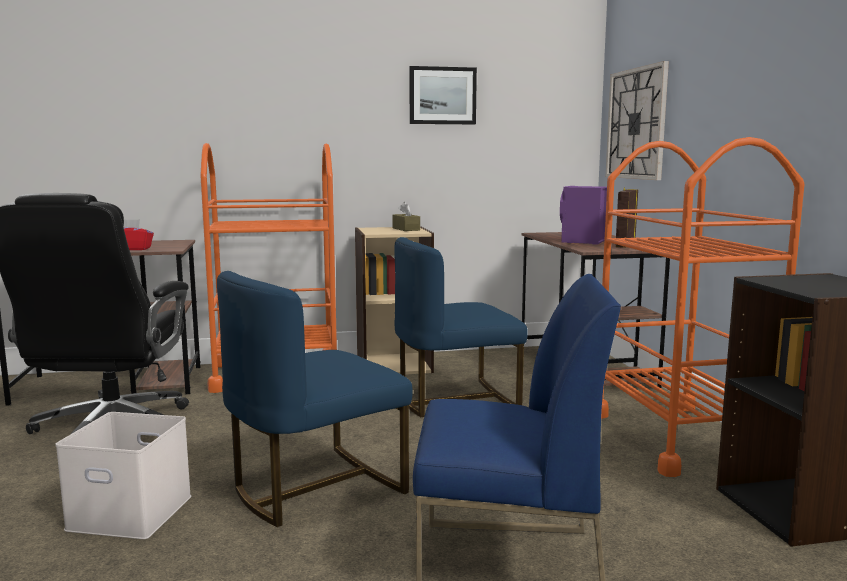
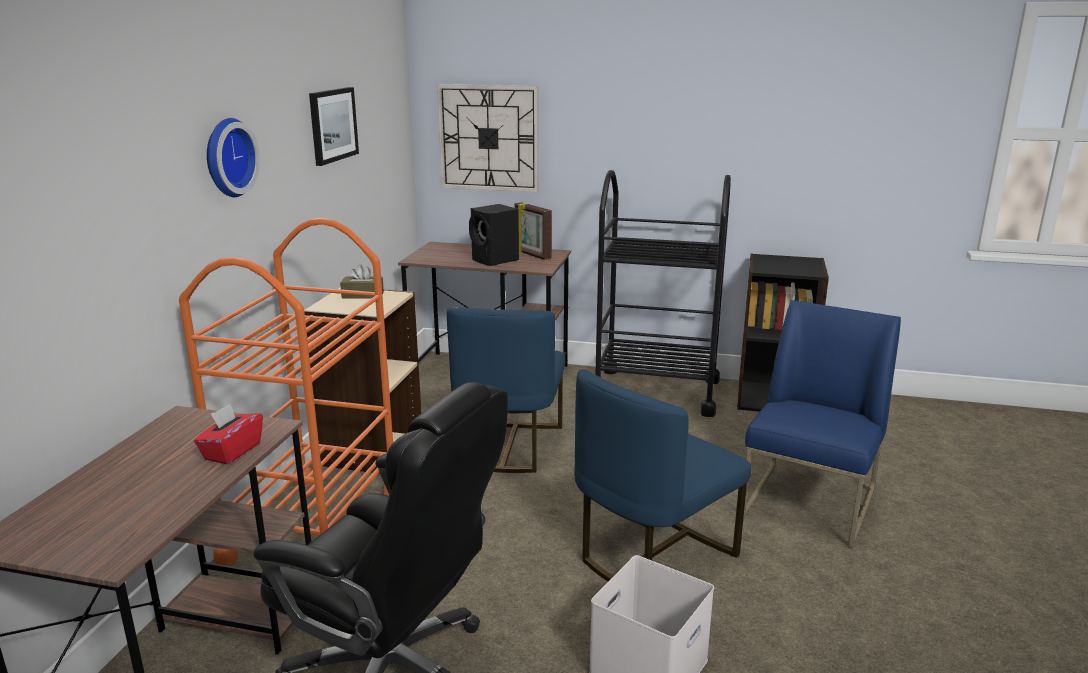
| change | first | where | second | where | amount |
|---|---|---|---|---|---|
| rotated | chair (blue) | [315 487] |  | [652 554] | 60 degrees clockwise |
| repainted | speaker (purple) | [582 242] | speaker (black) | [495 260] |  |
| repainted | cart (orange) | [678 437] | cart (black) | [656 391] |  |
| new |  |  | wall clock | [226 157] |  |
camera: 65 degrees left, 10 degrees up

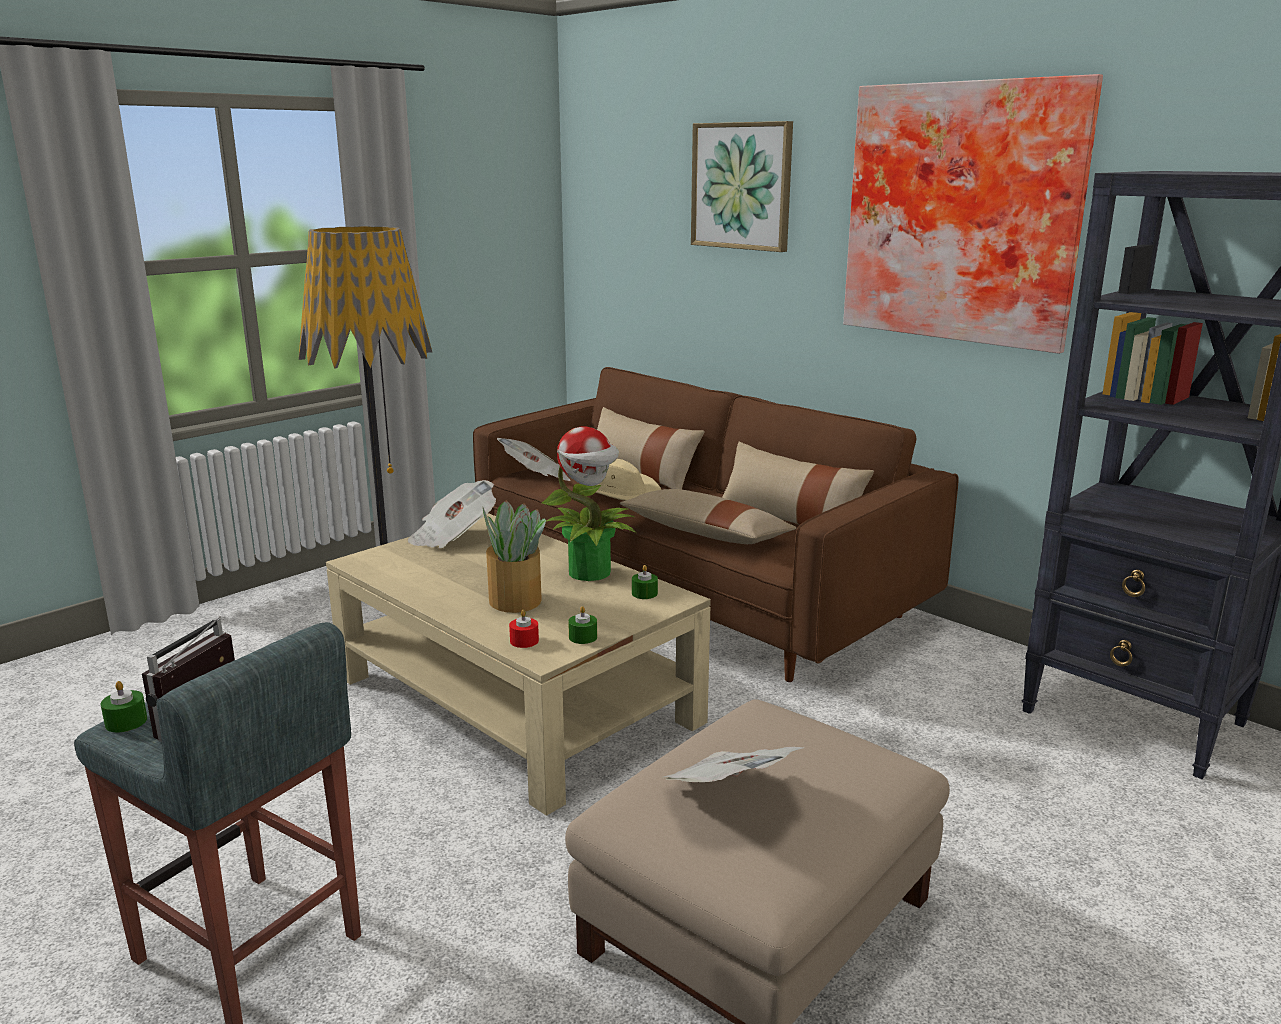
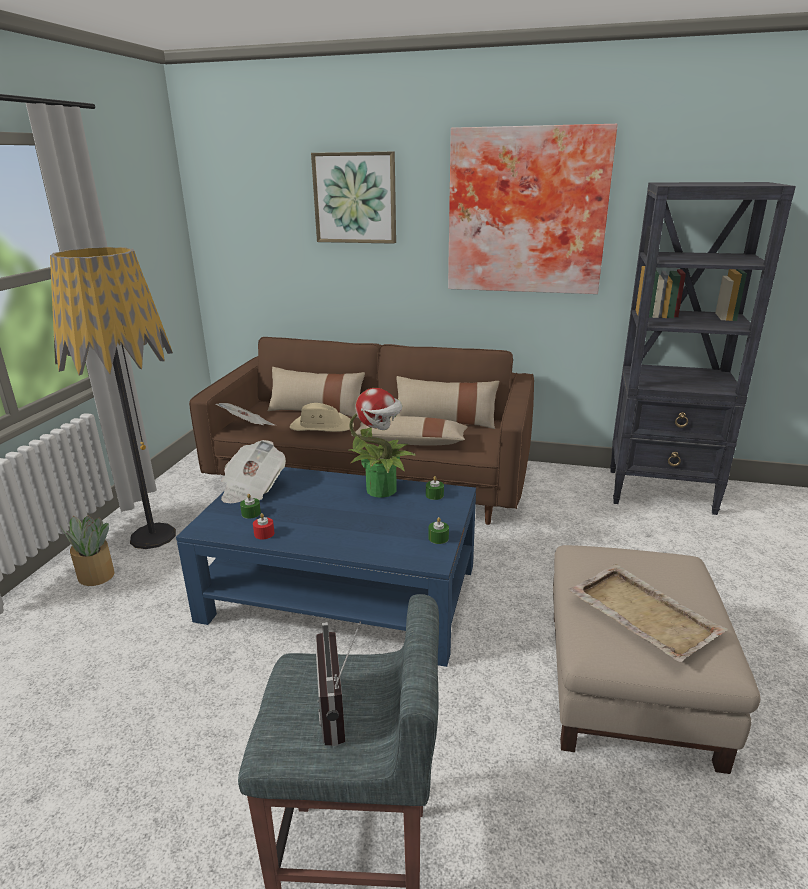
| change | first | where | second | where | amount |
|---|---|---|---|---|---|
| shifted | candle (green) | [126 722] |  | [251 513] |  |
| repainted | coffee table (beige) | [516 699] | coffee table (blue) | [342 592] |  |
| shifted | potted plant | [515 599] |  | [96 574] |  |
| shifted | candle (red) | [524 641] |  | [264 533] |  |
| swapped | newspaper | [730 795] | tray (beige) | [642 613] |  |
camera: 30 degrees left, 5 degrees up

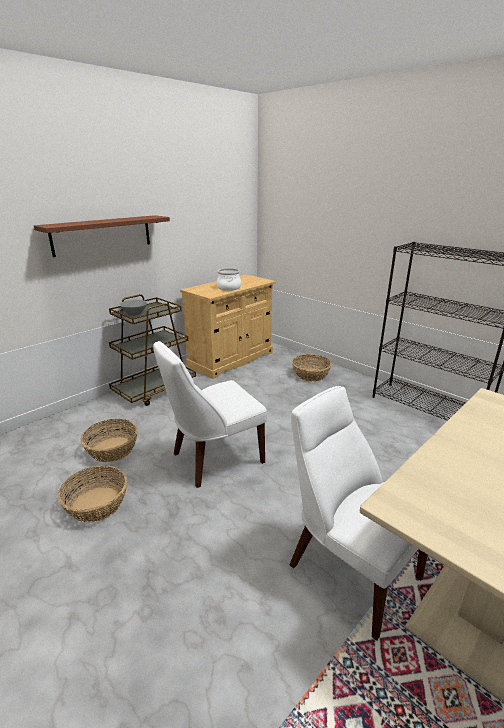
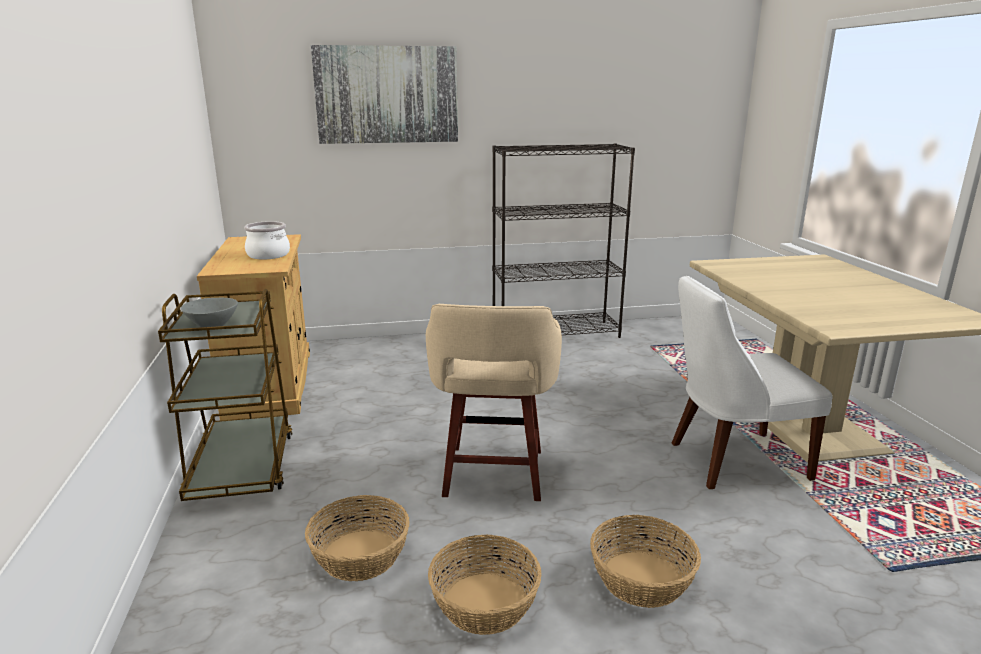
| change | first | where | second | where | amount |
|---|---|---|---|---|---|
| gone | shelf (brown) | [102 235] |  |  |  |
| swapped | chair (white) | [213 459] | stool (beige) | [493 475] |  |
| shifted | basket | [311 374] |  | [641 578] |  |
| new |  |  | picture | [387 95] |  |
camera: 55 degrees left, 5 degrees down

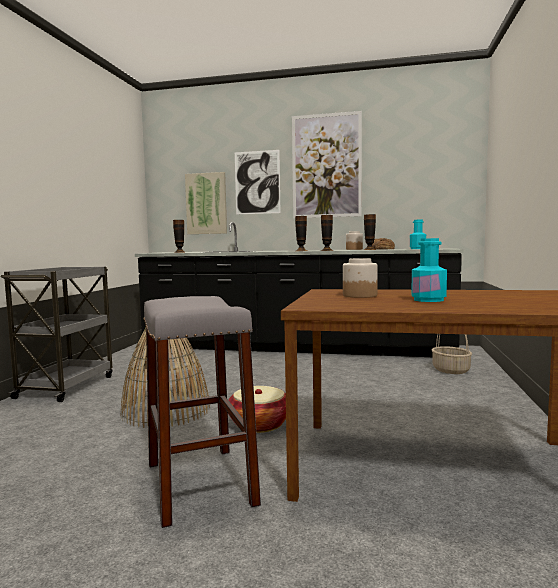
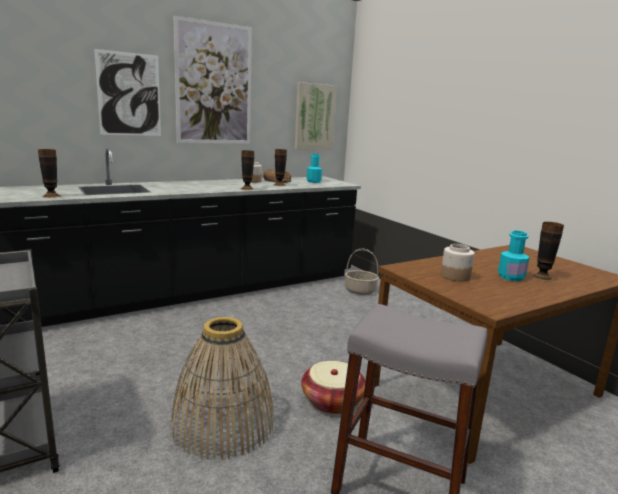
| change | first | where | second | where | amount |
|---|---|---|---|---|---|
| shifted | picture | [206 203] |  | [314 117] |  |
| shifted | vase | [301 251] |  | [542 277] |  |
camera: 45 degrees left, 10 degrees up

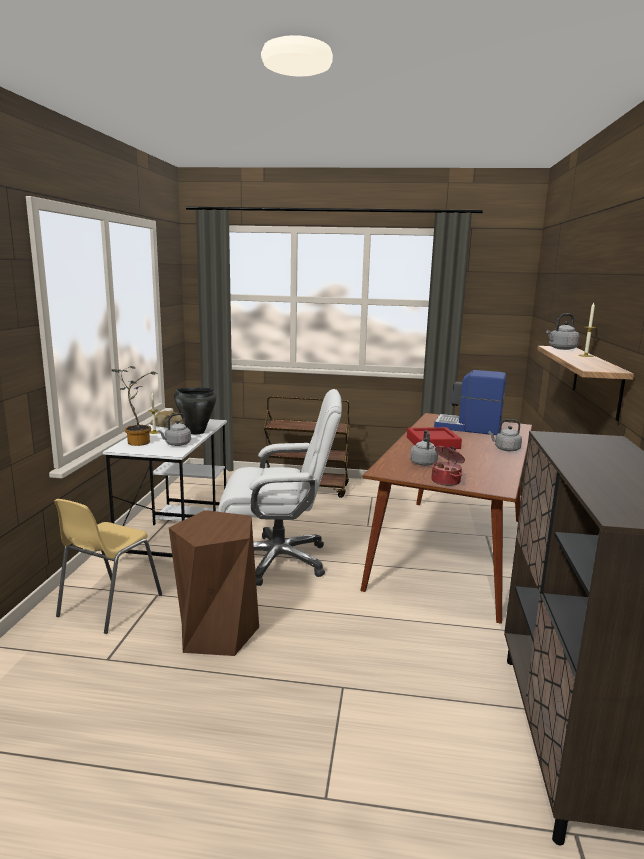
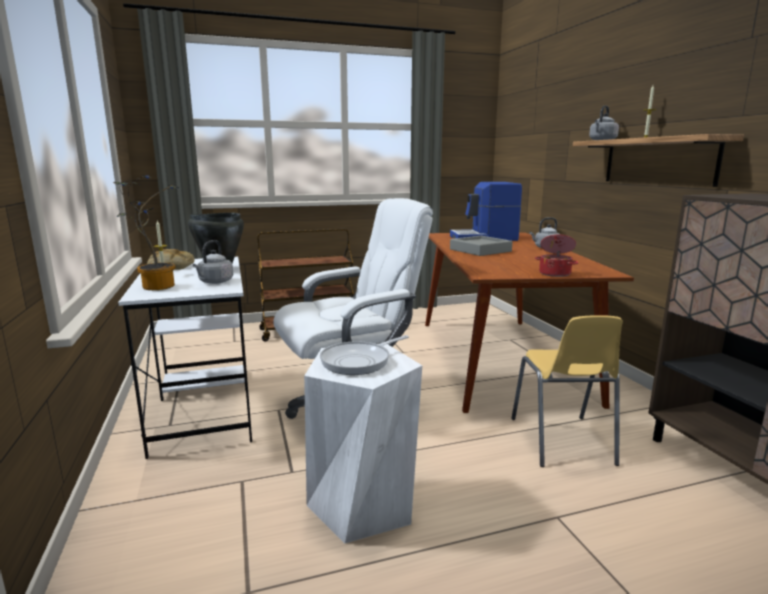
| change | first | where | second | where | amount |
|---|---|---|---|---|---|
| shifted | chair (yellow) | [108 605] |  | [561 441] |  |
| repainted | stool (brown) | [217 632] | stool (white) | [362 503] |  |
| repainted | tray (red) | [433 443] | tray (grey) | [480 250] |  |
| gone | kettle (grey) | [423 463] |  |  |  |
| new |  |  | frying pan | [359 361] |  |
camera: 25 degrees left, 0 degrees up

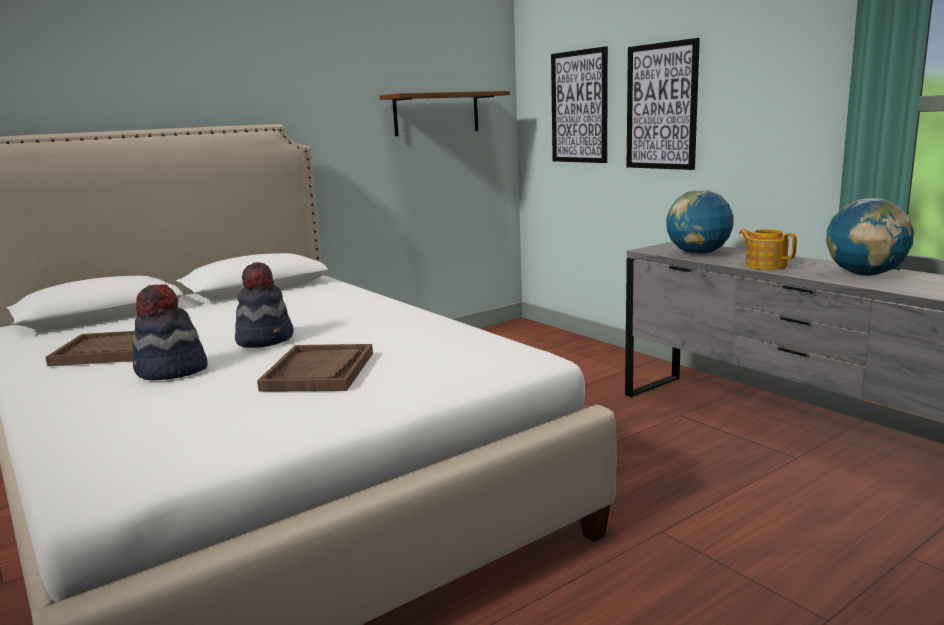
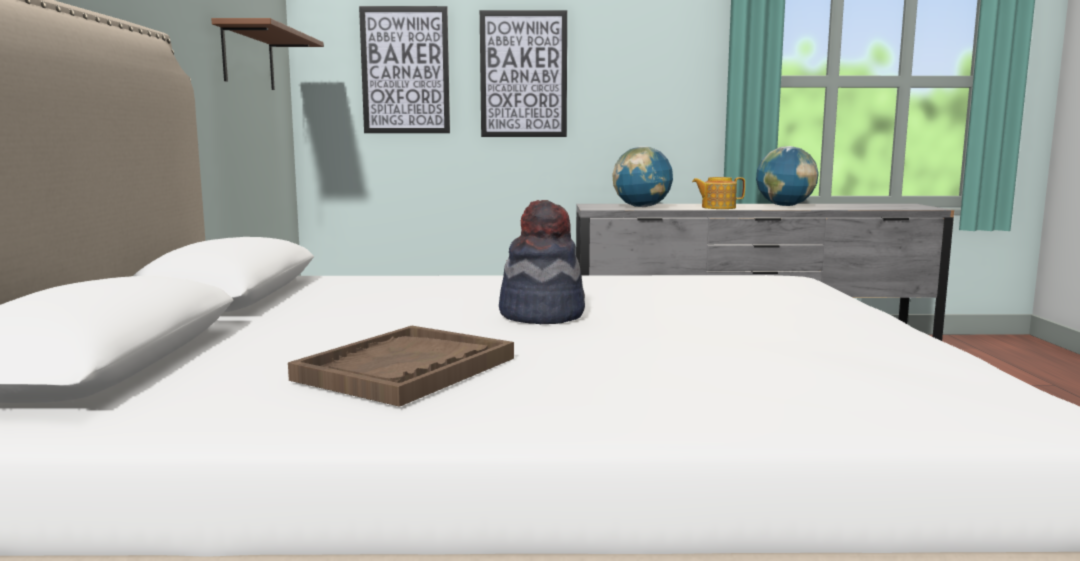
| change | first | where | second | where | amount |
|---|---|---|---|---|---|
| gone | hat | [171 371] |  |  |  |
| gone | tray (brown) | [319 371] |  |  |  |
camera: 55 degrees left, 5 degrees down

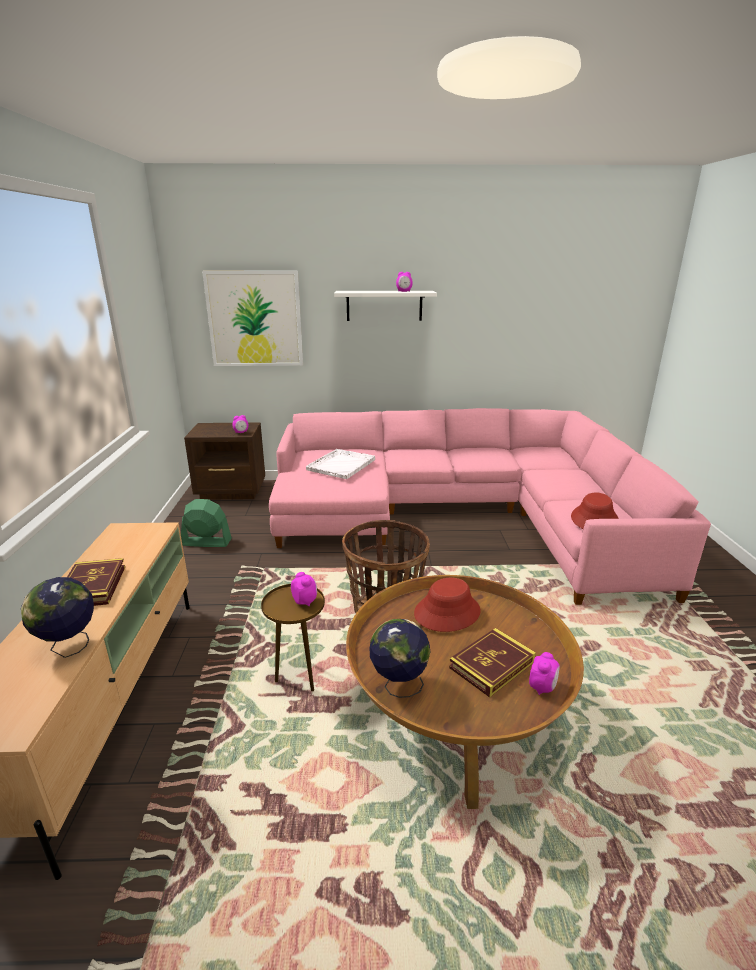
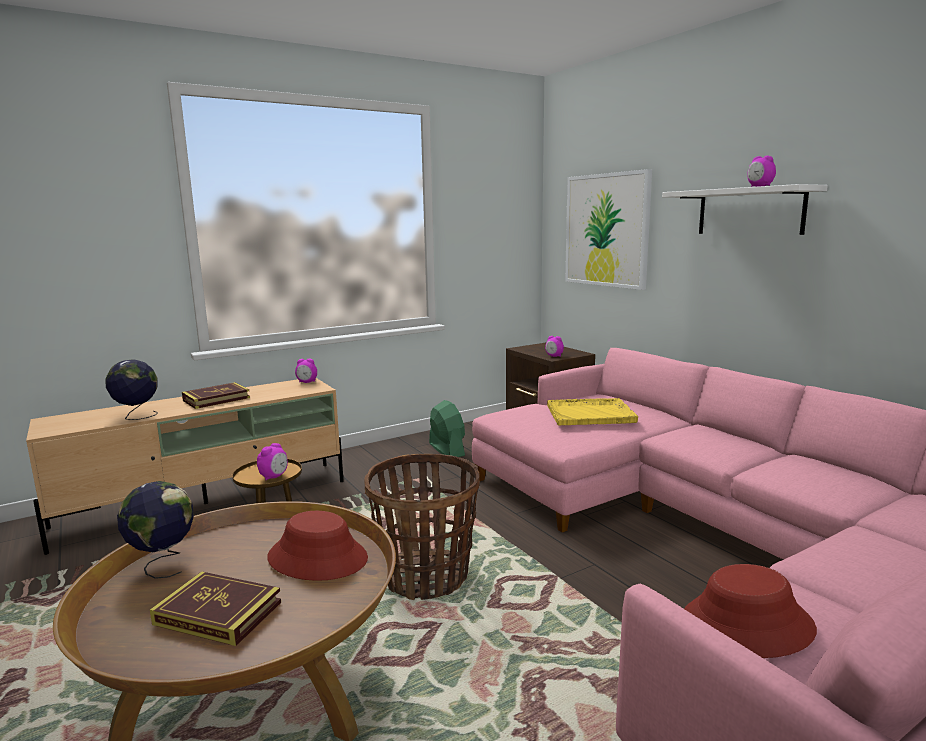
| change | first | where | second | where | amount |
|---|---|---|---|---|---|
| repainted | tray (white) | [342 465] | tray (yellow) | [591 414] |  |
| shifted | alarm clock | [542 687] |  | [307 382] |  |
camera: 60 degrees right, 10 degrees down

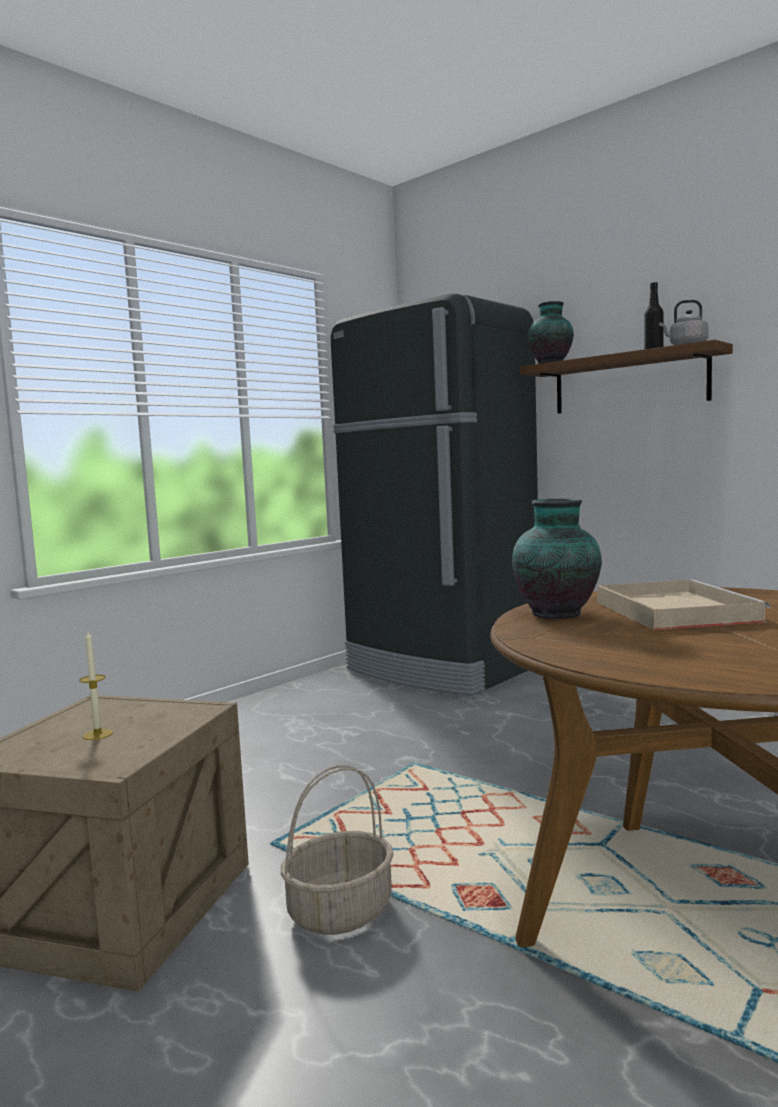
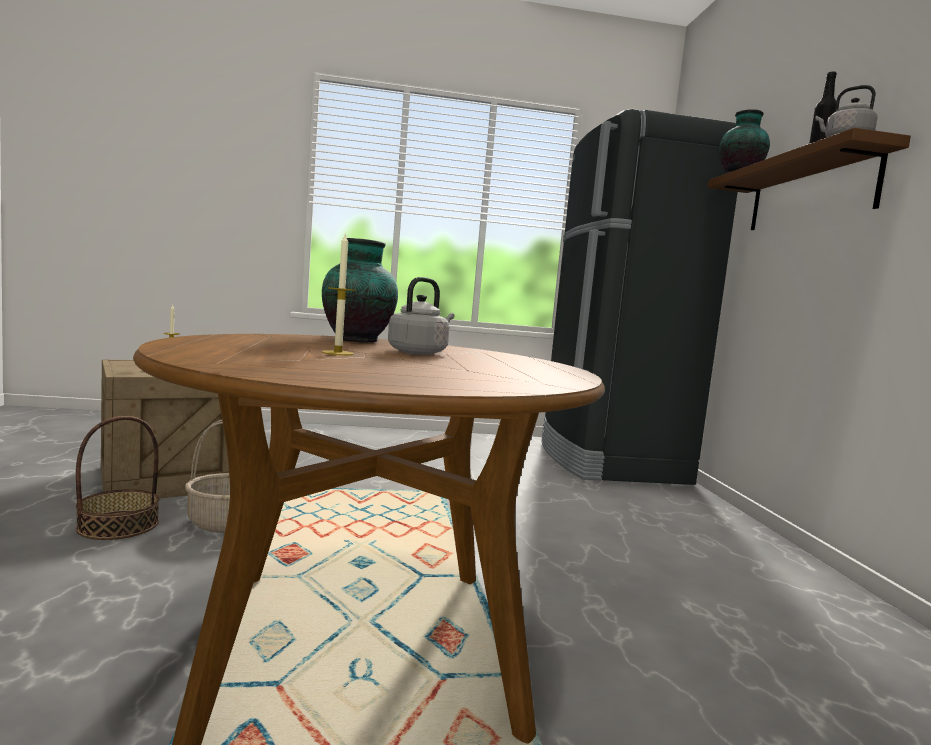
| change | first | where | second | where | amount |
|---|---|---|---|---|---|
| swapped | tray (beige) | [672 611] | kettle (grey) | [419 352] |  |
| new |  |  | basket | [118 525] |  |
| new |  |  | candle | [338 353] |  |
camera: 40 degrees right, 0 degrees up

